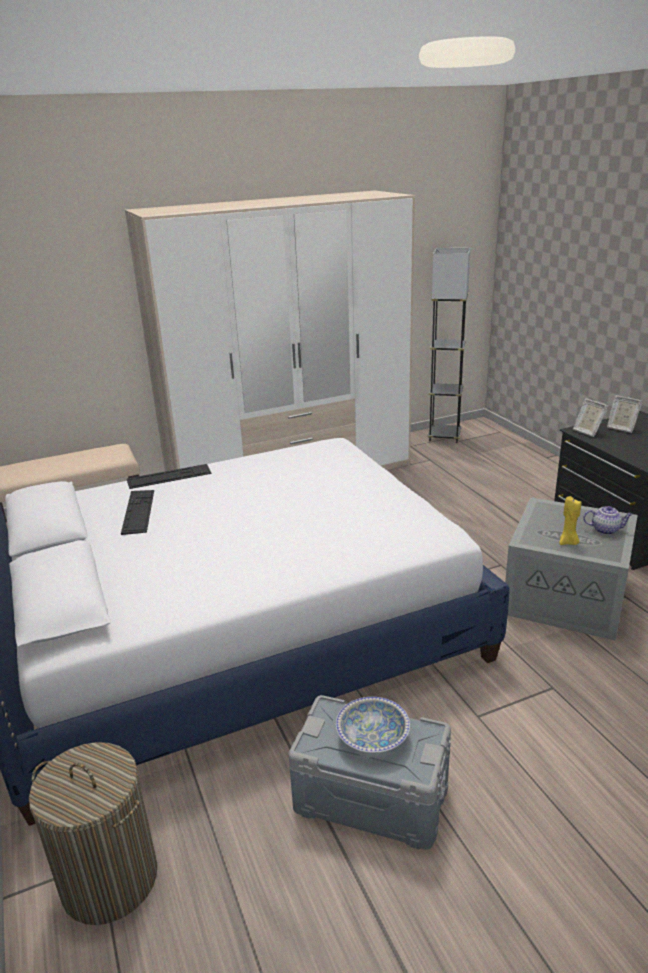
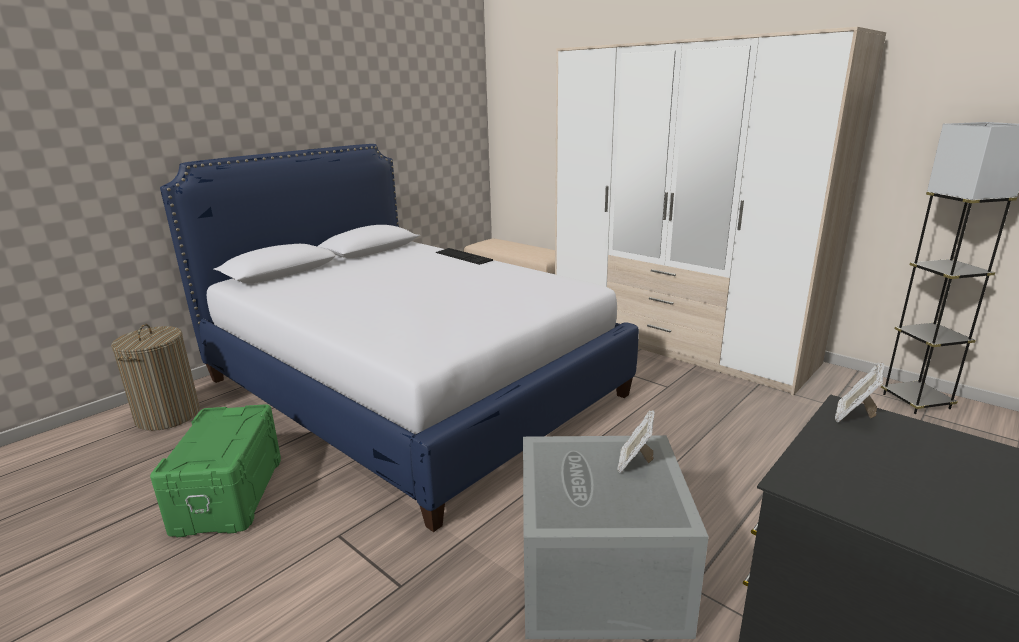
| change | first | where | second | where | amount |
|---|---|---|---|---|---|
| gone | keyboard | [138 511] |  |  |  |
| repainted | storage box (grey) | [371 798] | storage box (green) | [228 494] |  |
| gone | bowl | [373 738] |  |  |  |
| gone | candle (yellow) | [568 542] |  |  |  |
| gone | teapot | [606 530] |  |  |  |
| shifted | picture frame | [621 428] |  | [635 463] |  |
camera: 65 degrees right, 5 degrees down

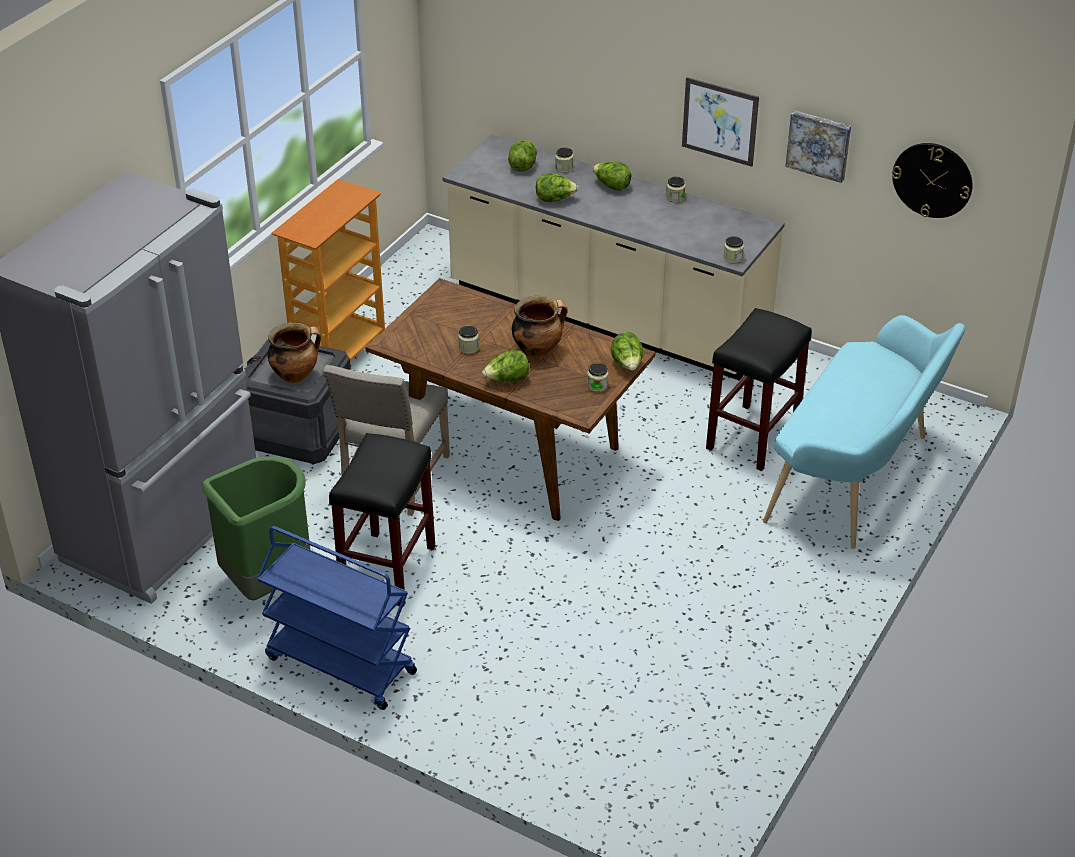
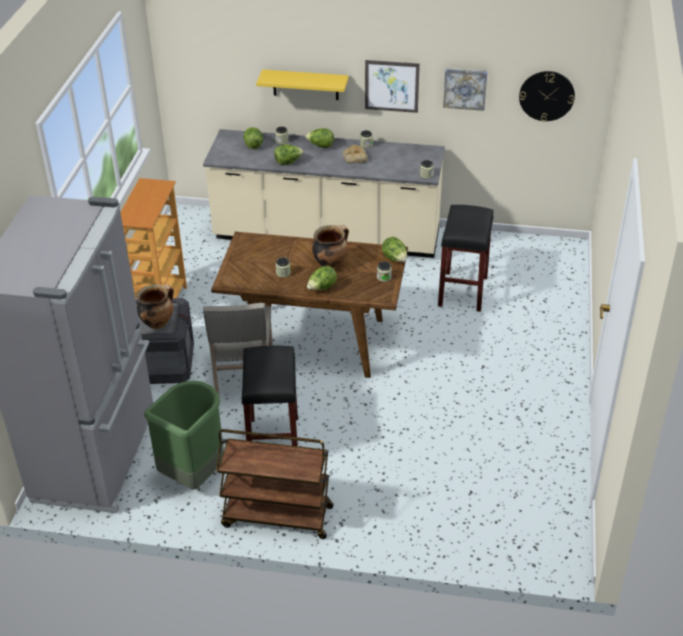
| change | first | where | second | where | amount |
|---|---|---|---|---|---|
| repainted | cart (blue) | [339 665] | cart (brown) | [276 517] |  |
| gone | bench (turquoise) | [856 480] |  |  |  |
| new |  |  | shelf (yellow) | [305 84] |  |
| new |  |  | bread | [354 157] |  |
camera: 20 degrees left, 0 degrees up

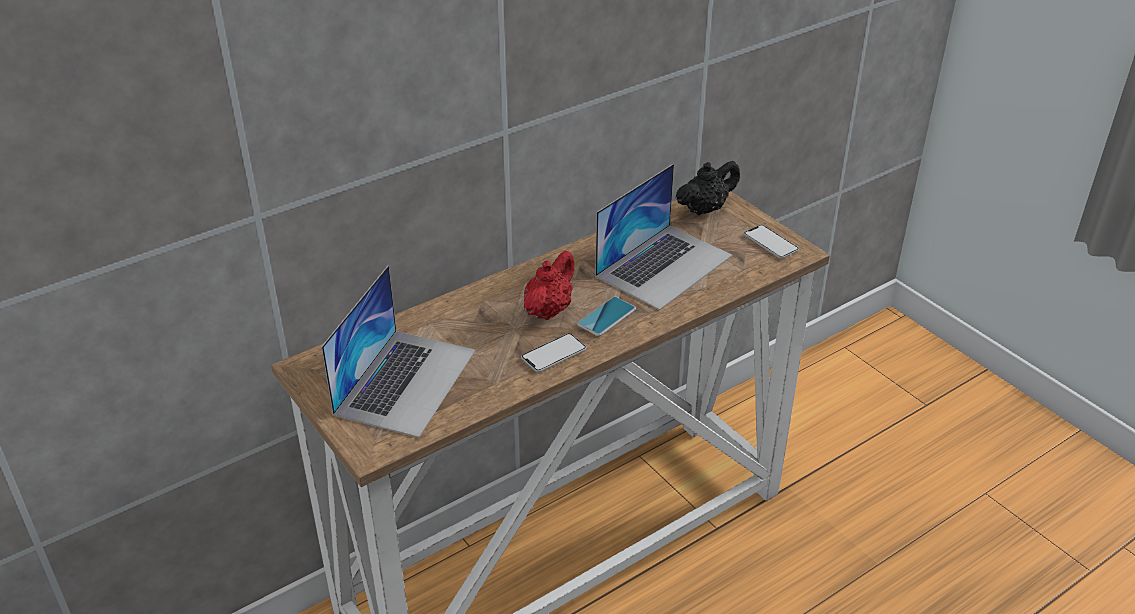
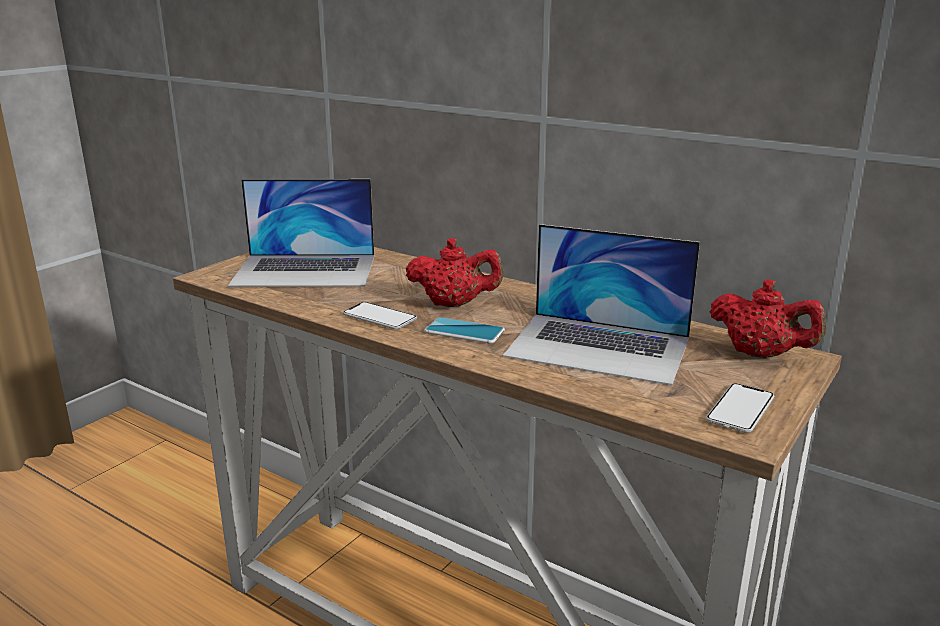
| change | first | where | second | where | amount |
|---|---|---|---|---|---|
| repainted | teapot (black) | [705 209] | teapot (red) | [760 354] |  |
camera: 70 degrees right, 15 degrees down

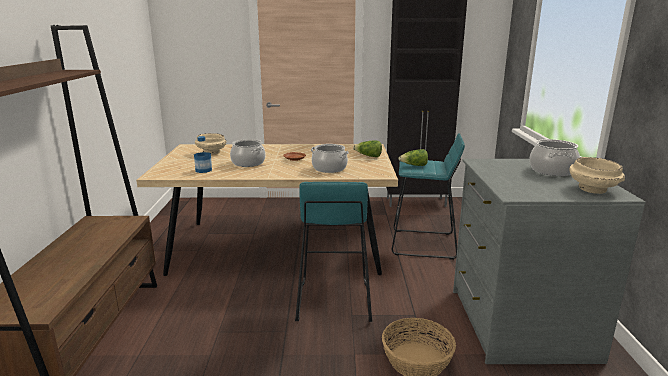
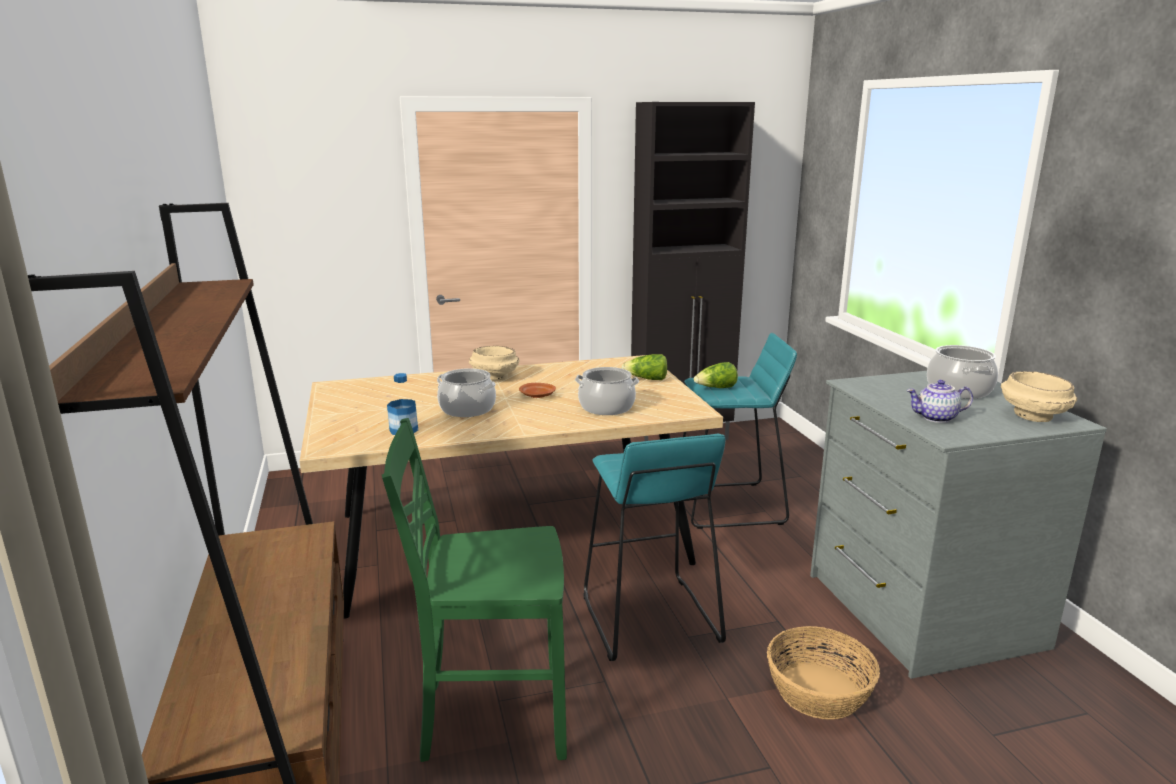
| change | first | where | second | where | amount |
|---|---|---|---|---|---|
| shifted | bowl (beige) | [211 153] |  | [494 377] |  |
| new |  |  | chair (green) | [490 717] |  |
| new |  |  | teapot | [936 418] |  |
camera: 15 degrees left, 0 degrees up

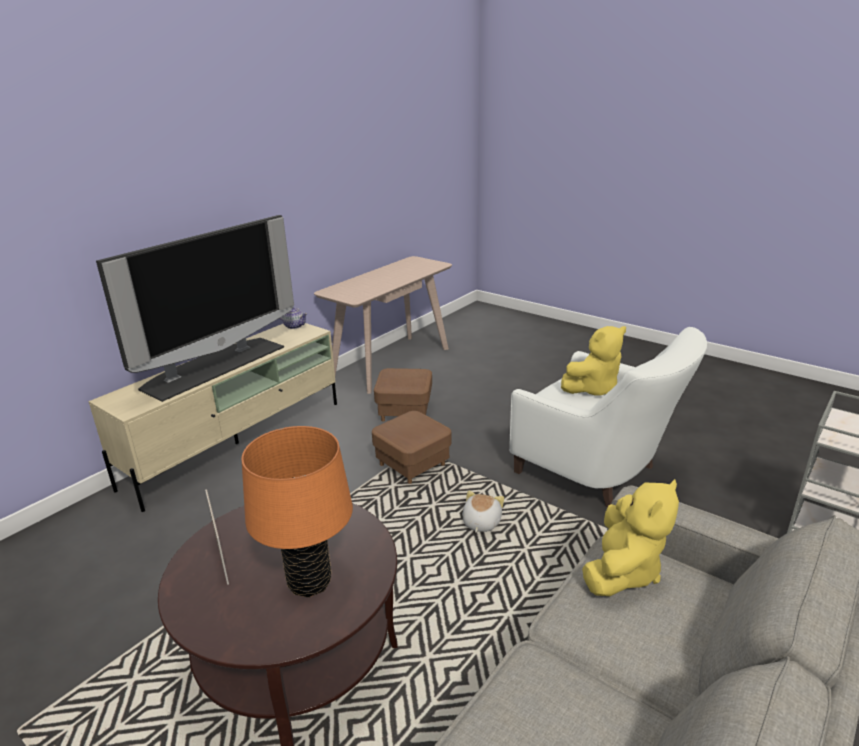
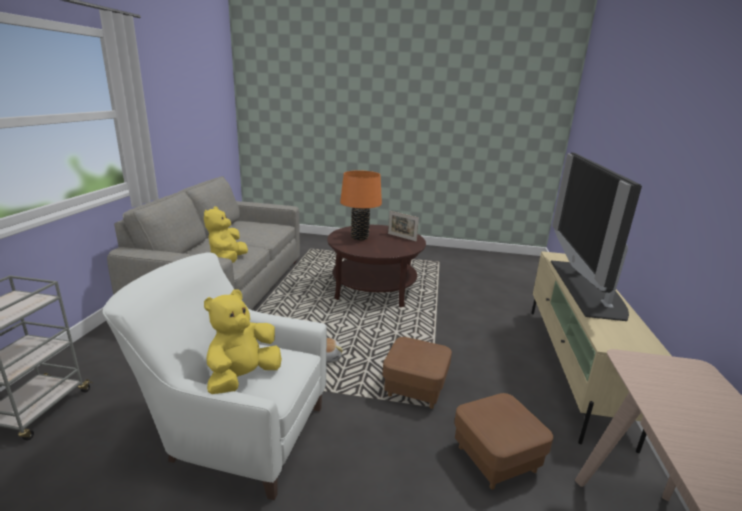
| change | first | where | second | where | amount |
|---|---|---|---|---|---|
| gone | teapot | [294 326] |  |  |  |
camera: 150 degrees right, 5 degrees down

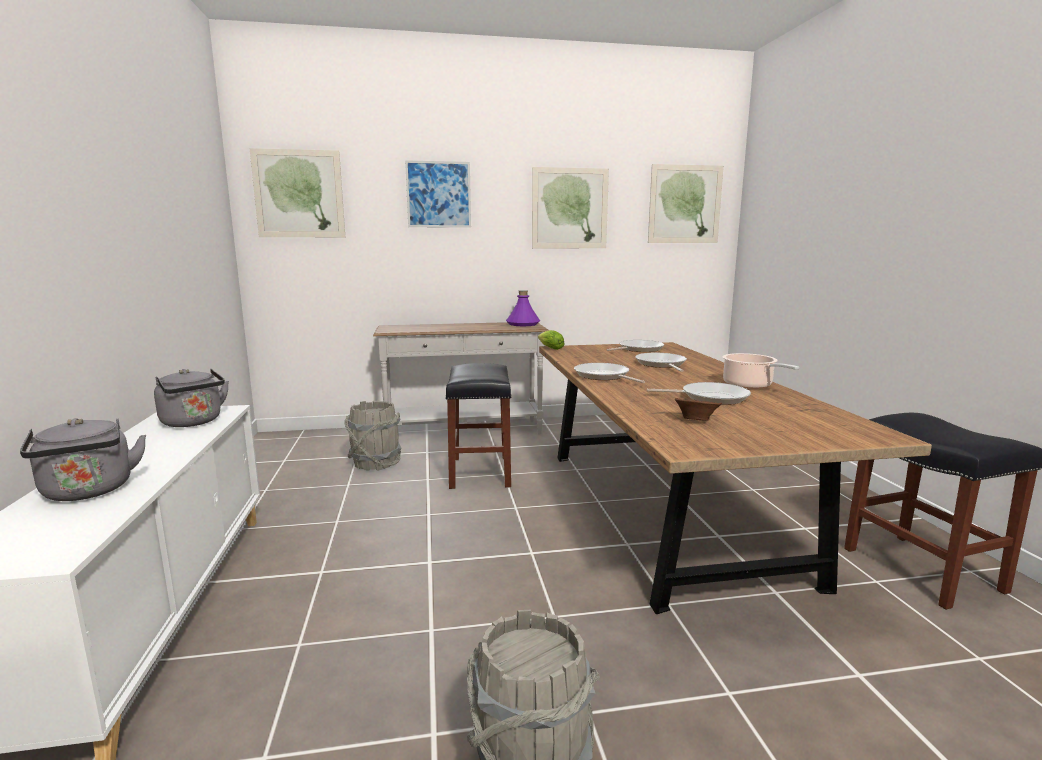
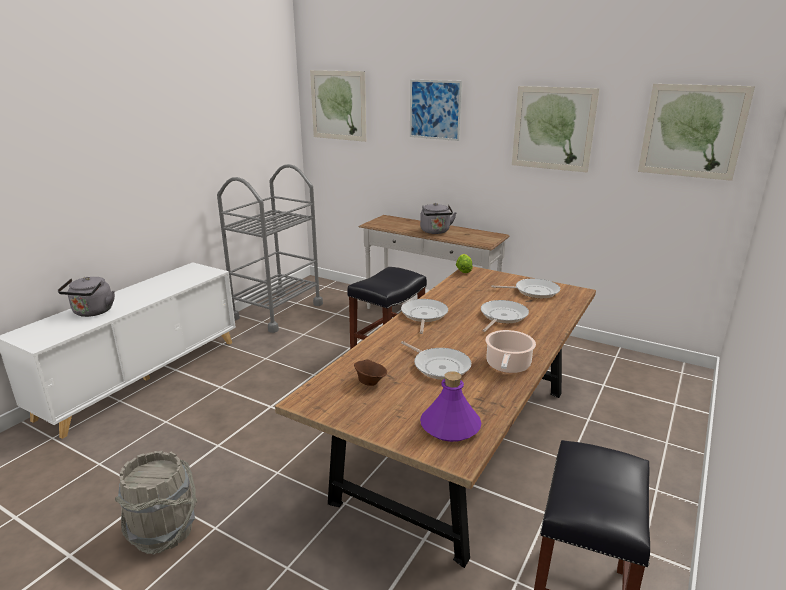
| change | first | where | second | where | amount |
|---|---|---|---|---|---|
| shifted | kettle (grey) | [194 422] |  | [435 232] |  |
| gone | bucket (grey) | [376 463] |  |  |  |
| shifted | bottle (purple) | [523 324] |  | [450 426] |  |
| new |  |  | cart (grey) | [277 311] |  |
camera: 40 degrees right, 10 degrees up

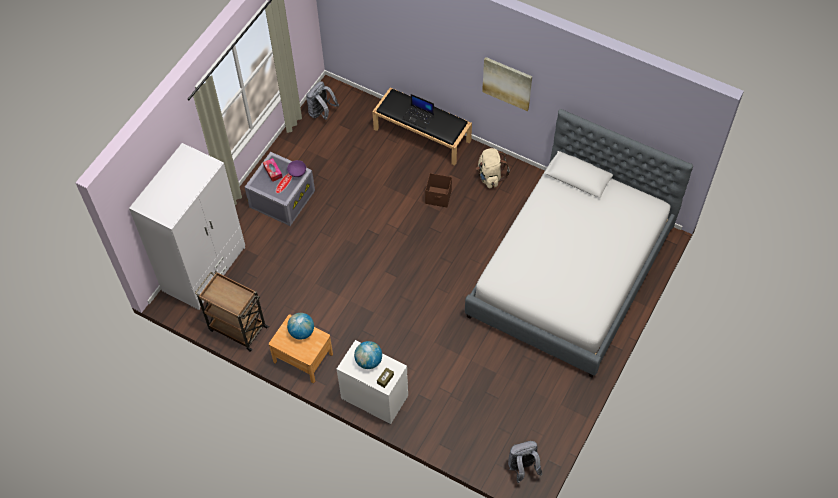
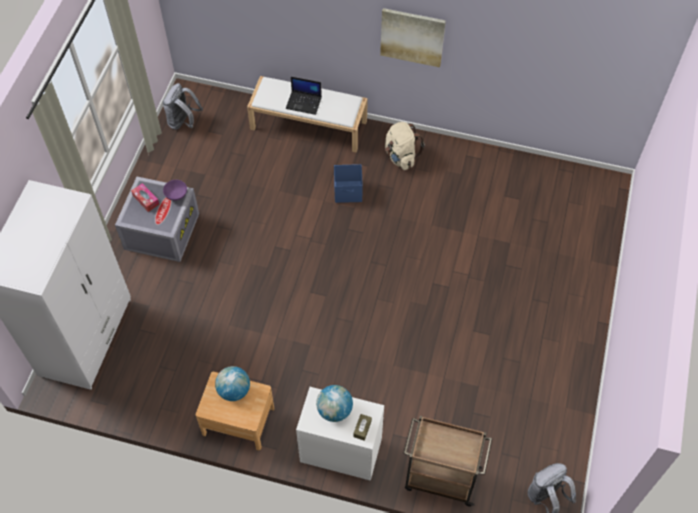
| change | first | where | second | where | amount |
|---|---|---|---|---|---|
| shifted | cart (brown) | [237 328] |  | [440 478] |  |
| repainted | bench (black) | [423 135] | bench (white) | [309 125] |  |
| repainted | storage box (brown) | [438 197] | storage box (blue) | [348 192] |  |
| gone | bed | [570 272] |  |  |  |
camera: 15 degrees left, 0 degrees up

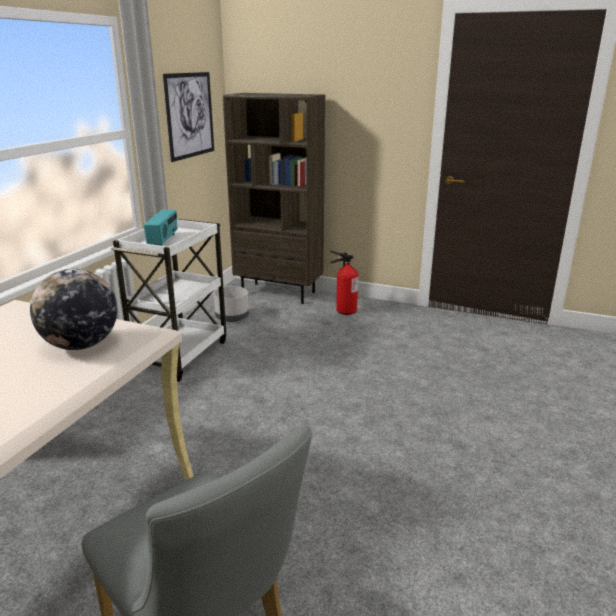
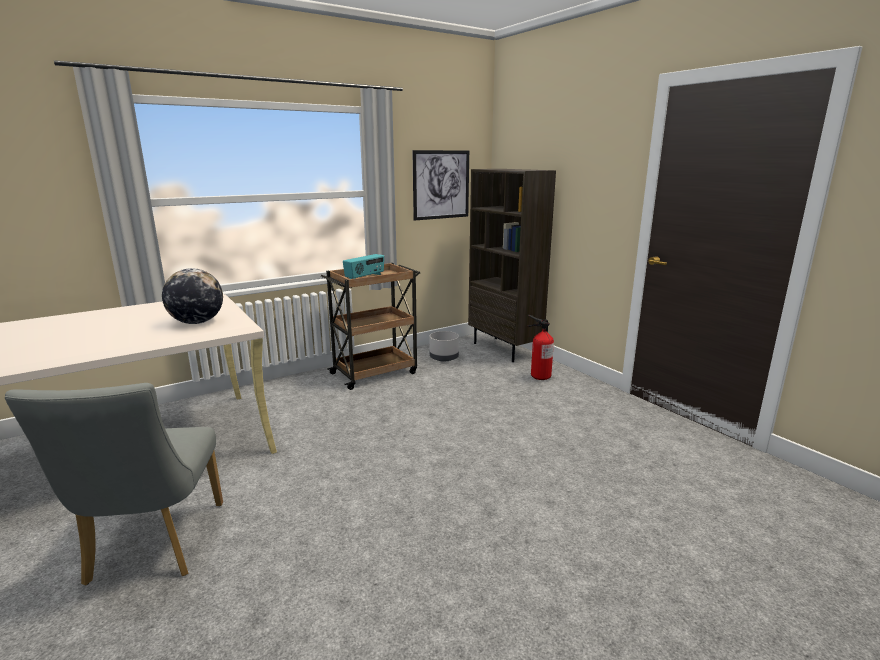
| change | first | where | second | where | amount |
|---|---|---|---|---|---|
| repainted | cart (white) | [181 354] | cart (brown) | [375 373] |  |
camera: 35 degrees right, 5 degrees down

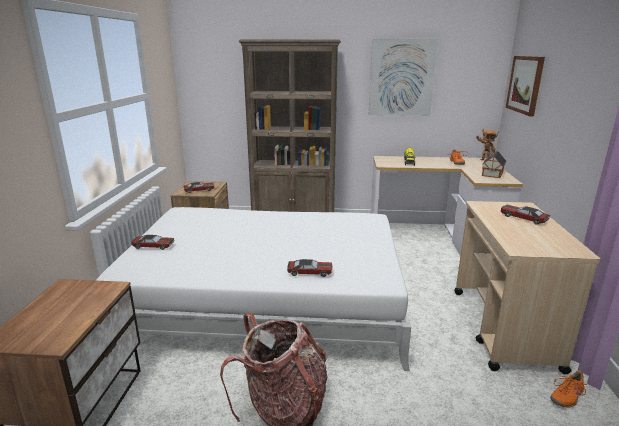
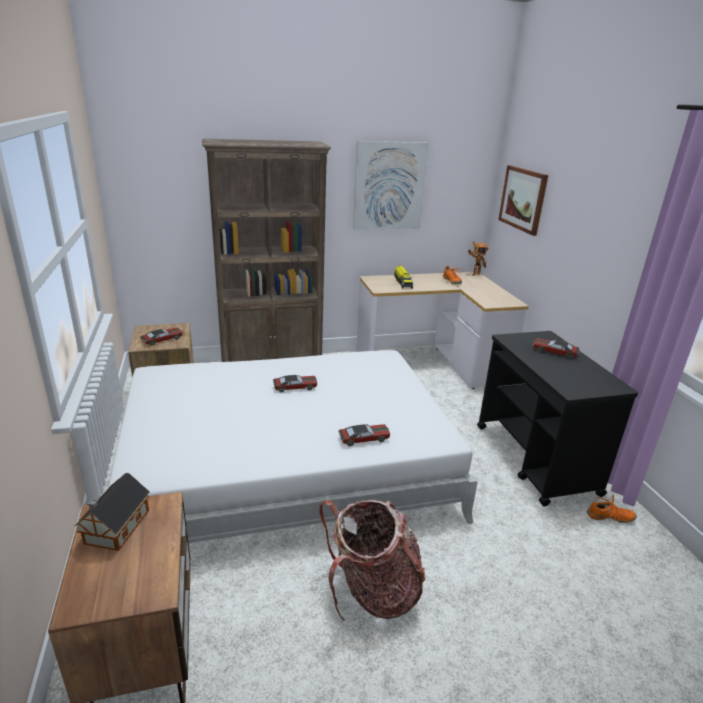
| change | first | where | second | where | amount |
|---|---|---|---|---|---|
| shifted | toy car | [153 246] |  | [295 387] |  |
| repainted | cart (beige) | [503 328] | cart (black) | [535 459] |  |
| shifted | toy house | [492 174] |  | [115 528] |  |
| rotated | shoe (orange) | [566 395] |  | [610 517] | 120 degrees counterclockwise |
camera: 20 degrees left, 5 degrees up

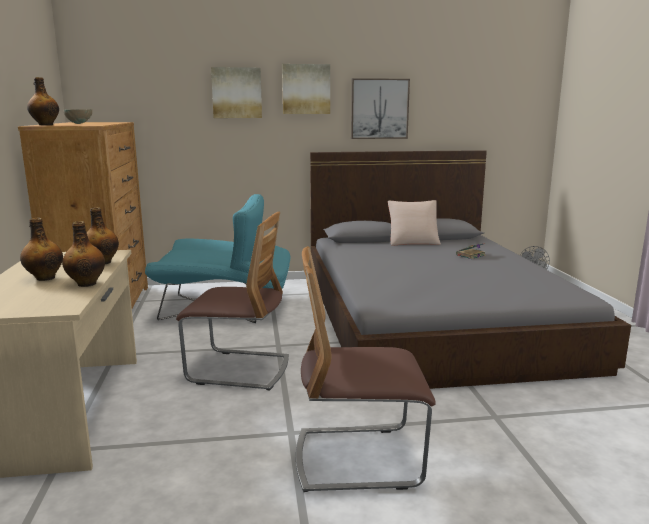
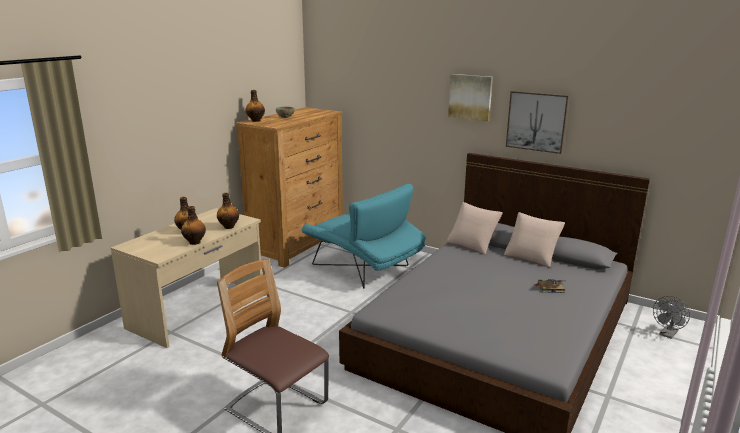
| change | first | where | second | where | amount |
|---|---|---|---|---|---|
| gone | chair | [239 369] |  |  |  |
| gone | picture | [236 93] |  |  |  |
| new |  |  | pillow (beige) | [472 244] |  |
camera: 40 degrees right, 5 degrees up

